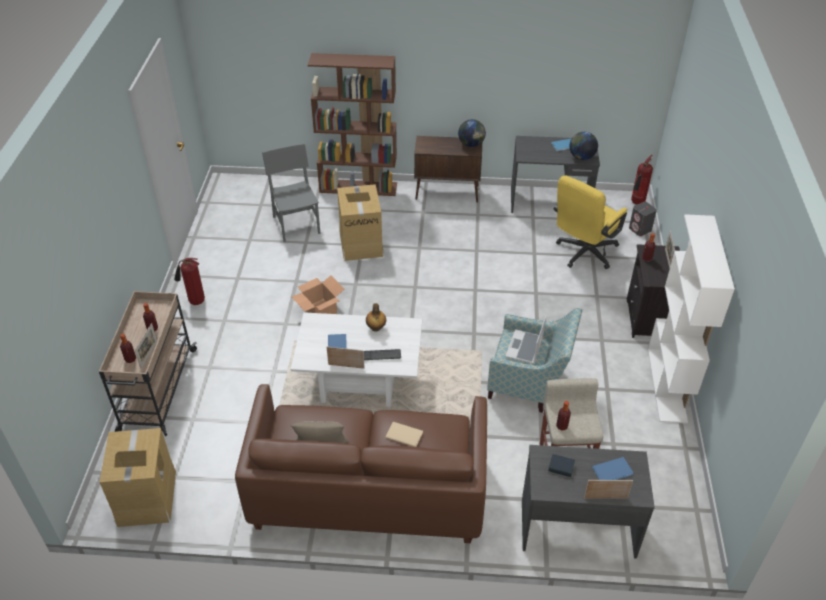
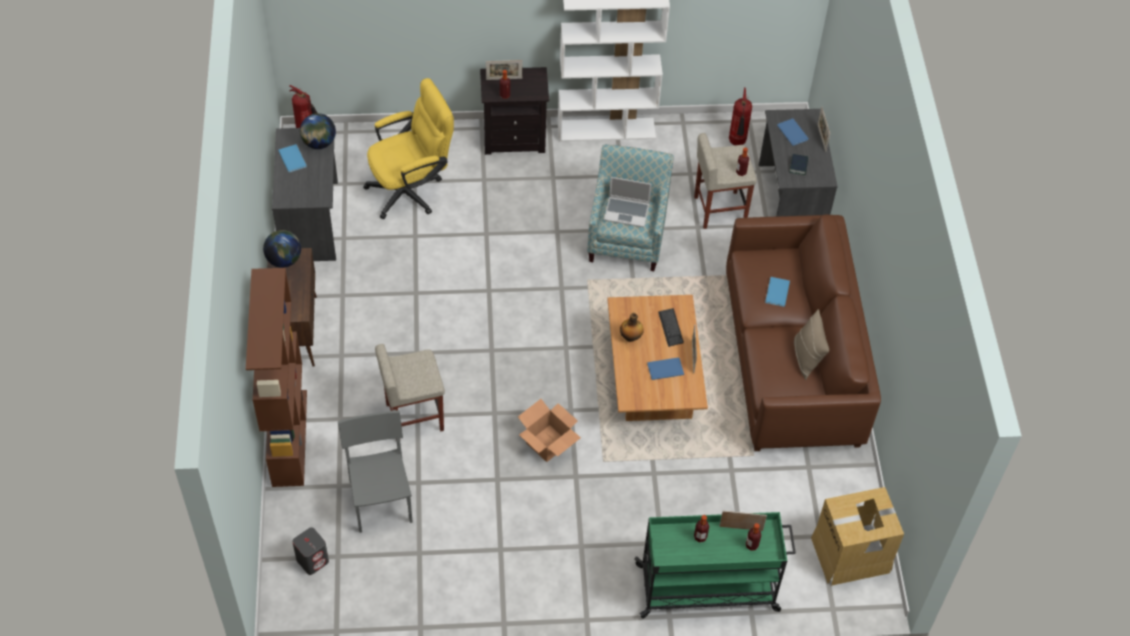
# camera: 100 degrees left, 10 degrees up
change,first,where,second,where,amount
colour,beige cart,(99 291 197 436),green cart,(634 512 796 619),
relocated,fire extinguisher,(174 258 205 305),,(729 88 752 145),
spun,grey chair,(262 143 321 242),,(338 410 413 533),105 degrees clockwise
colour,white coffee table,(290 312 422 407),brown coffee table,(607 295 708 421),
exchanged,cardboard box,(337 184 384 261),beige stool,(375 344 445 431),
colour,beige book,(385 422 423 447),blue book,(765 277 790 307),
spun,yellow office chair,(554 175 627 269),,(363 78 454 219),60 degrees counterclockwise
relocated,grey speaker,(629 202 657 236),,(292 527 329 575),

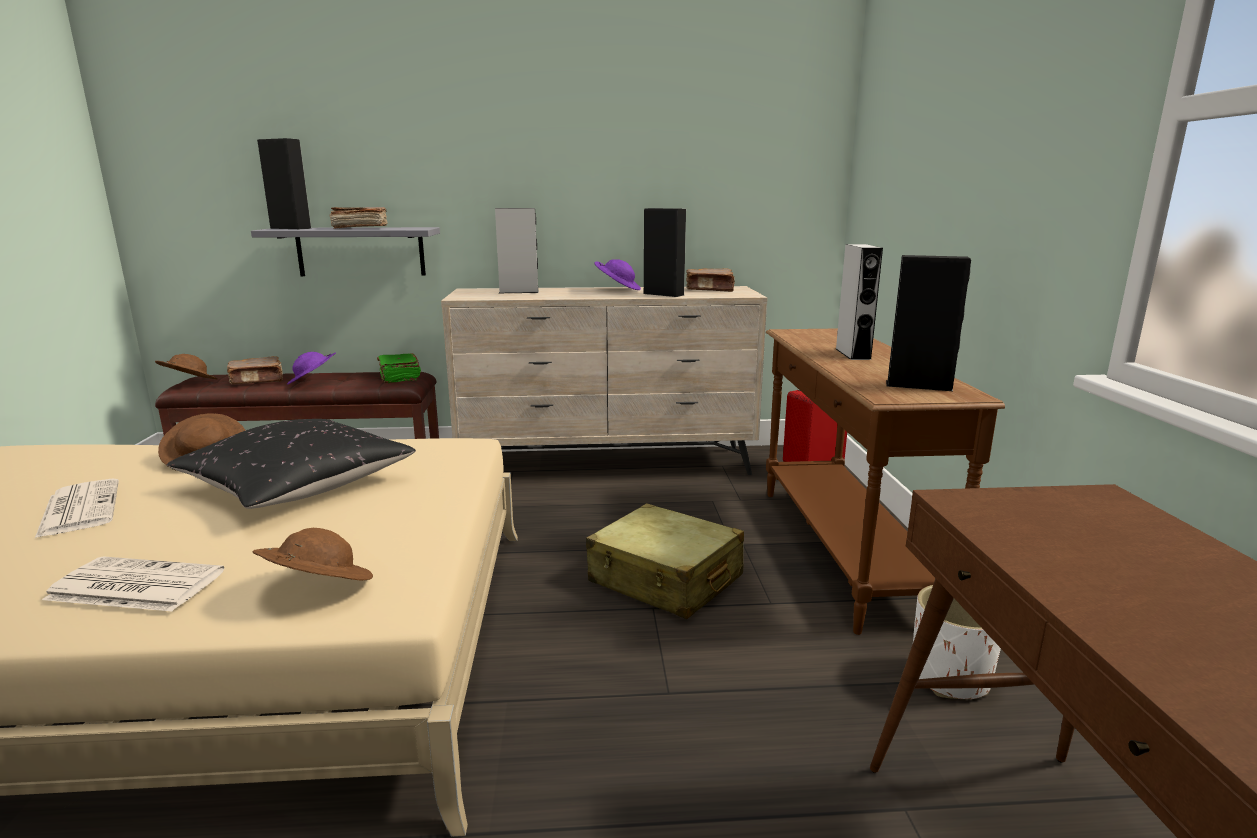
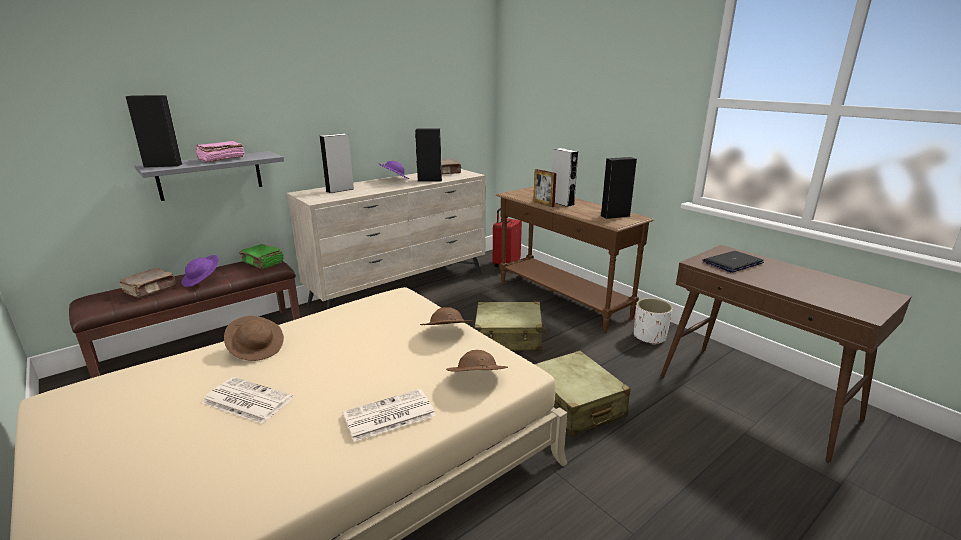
# camera: 35 degrees left, 5 degrees up
change,first,where,second,where,amount
relocated,brown hat,(155 354 217 379),,(420 307 473 325),
missing,black pillow,(167 419 416 509),,,
colour,brown book,(329 207 388 229),pink book,(195 141 244 163),
appeared,,,picture frame,(533 169 557 207),
appeared,,,beige suitcase,(534 351 631 437),
appeared,,,laptop,(702 251 764 272),

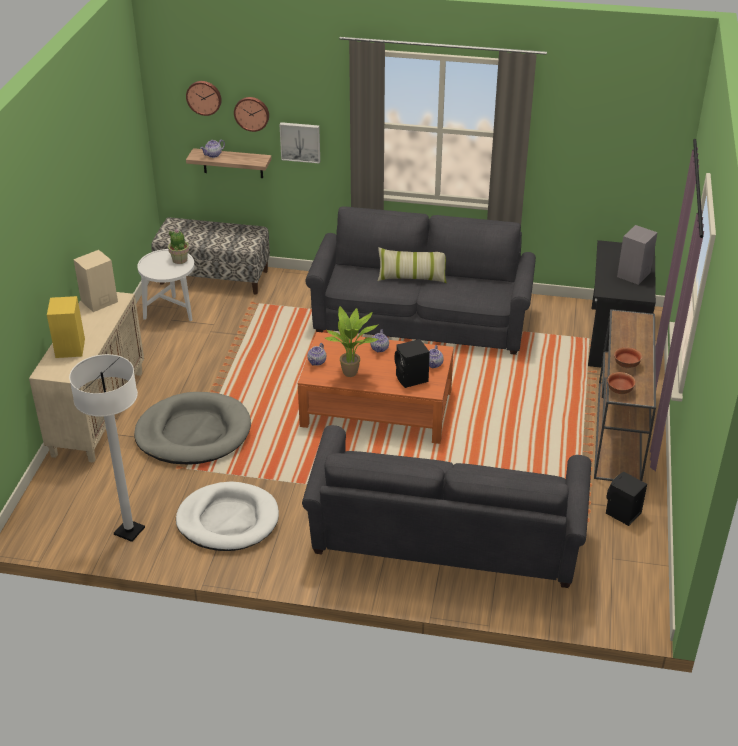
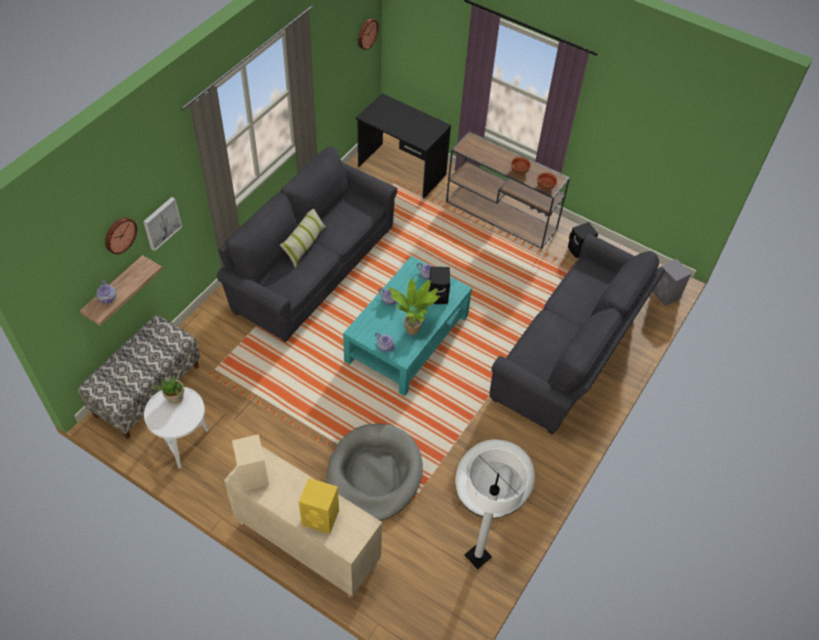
# camera: 70 degrees left, 15 degrees up
change,first,where,second,where,amount
relocated,wall clock,(186 81 222 116),,(358 19 379 50),
colour,orange coffee table,(298 332 454 444),turquoise coffee table,(343 256 472 396),
relocated,grey speaker,(617 225 658 285),,(652 259 691 306),

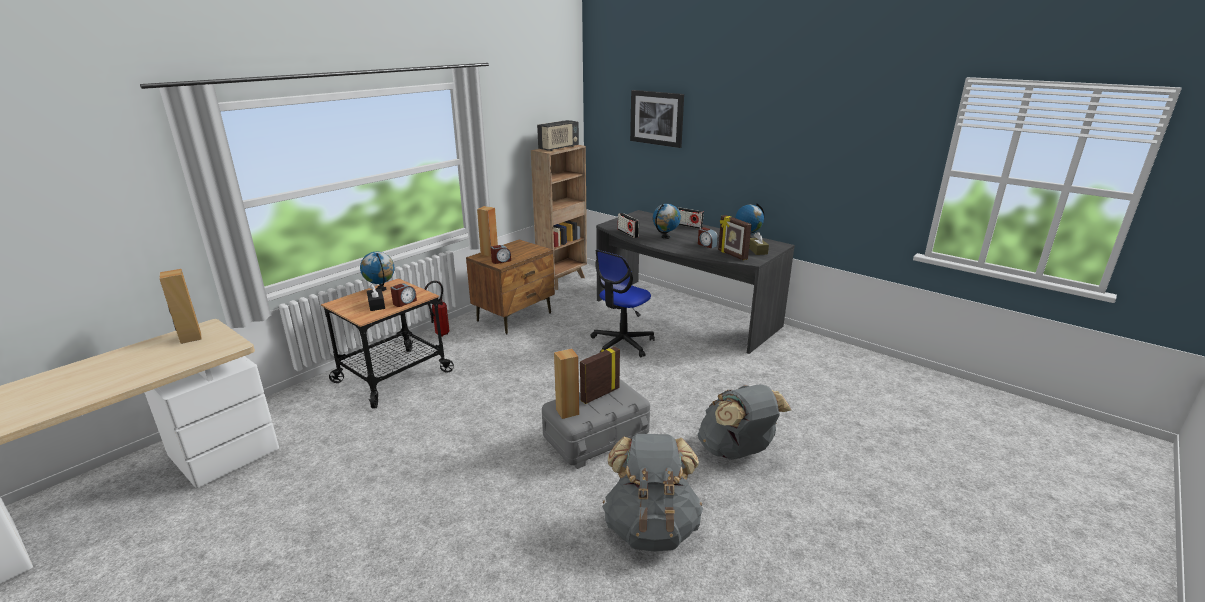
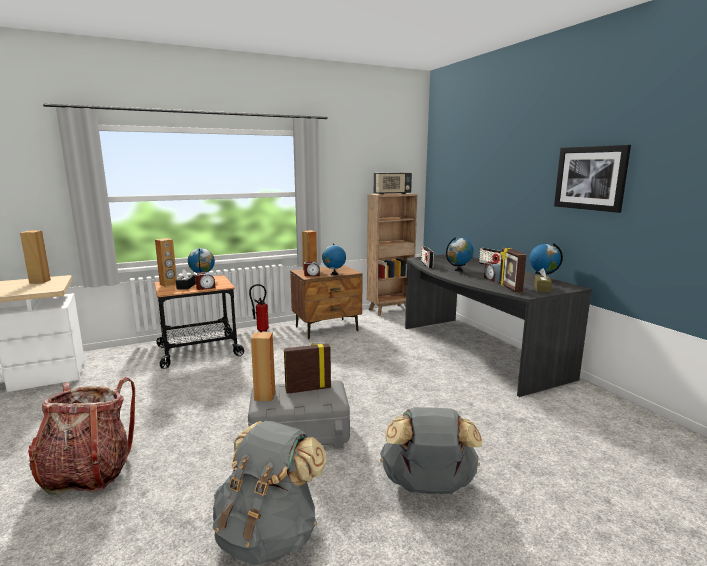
# camera: 25 degrees right, 10 degrees down
change,first,where,second,where,amount
missing,office chair,(590 250 655 357),,,
relocated,picture,(630 90 684 148),,(554 145 631 213),
appeared,,,backpack,(28 377 135 495),
appeared,,,brown speaker,(155 238 177 287),
appeared,,,globe,(322 243 346 275),

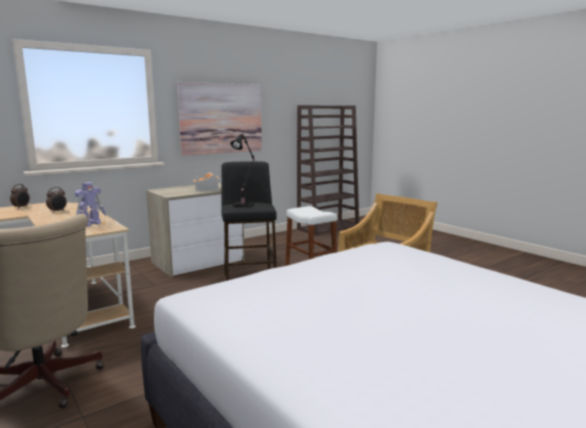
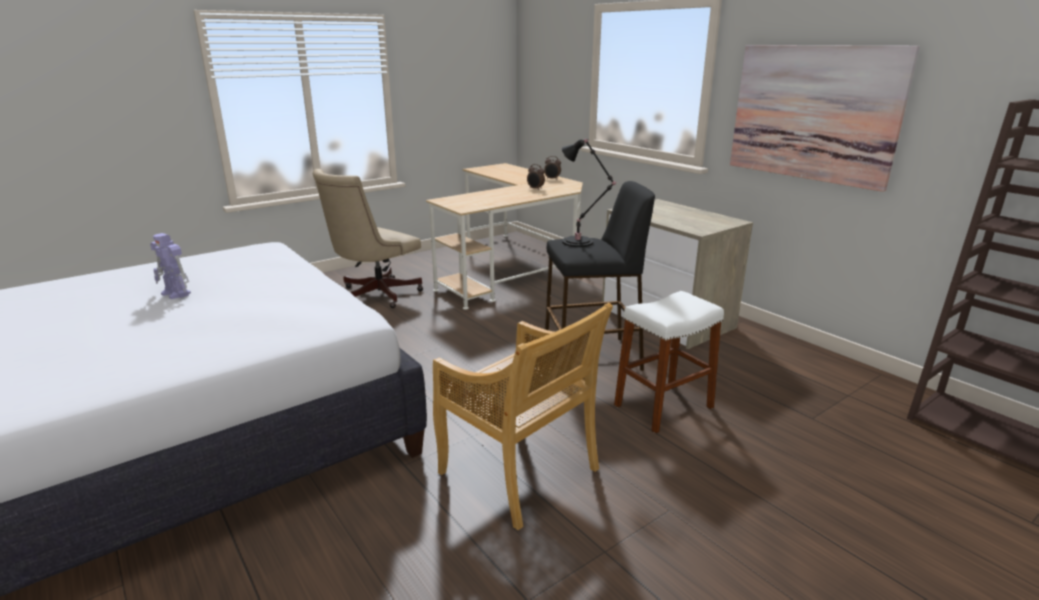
# camera: 90 degrees right, 10 degrees up
change,first,where,second,where,amount
relocated,toy robot,(75 182 106 226),,(150 233 191 299),
missing,toy house,(193 171 220 192),,,

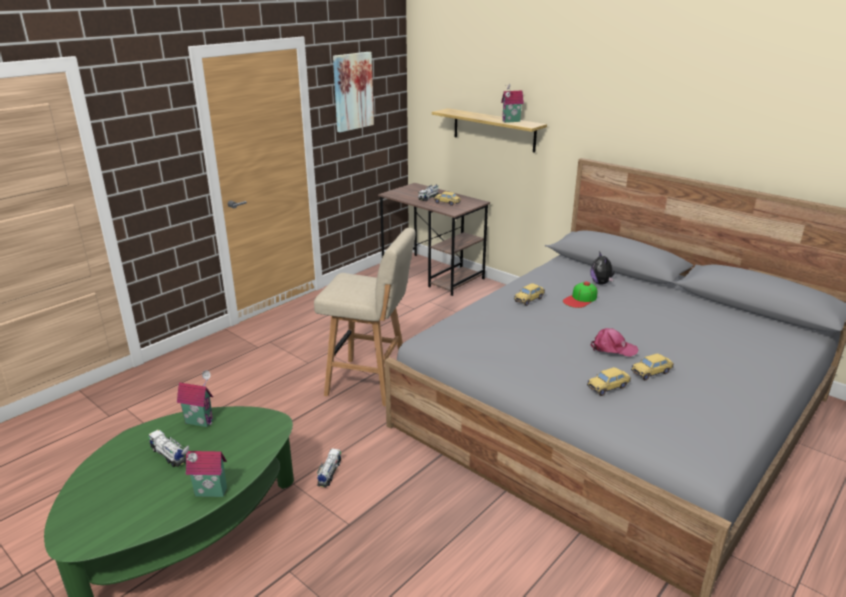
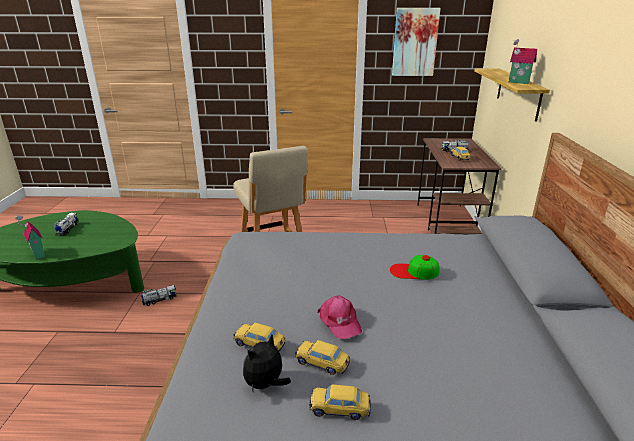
# camera: 50 degrees right, 0 degrees up
change,first,where,second,where,amount
missing,toy house,(177 370 213 427),,,
relocated,toy car,(514 283 545 306),,(309 384 371 420),
relocated,plush toy,(590 251 615 285),,(243 335 291 393),

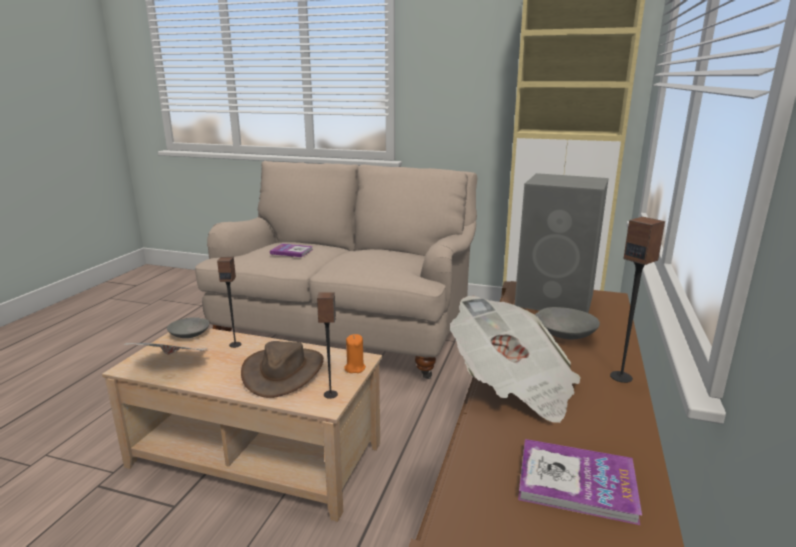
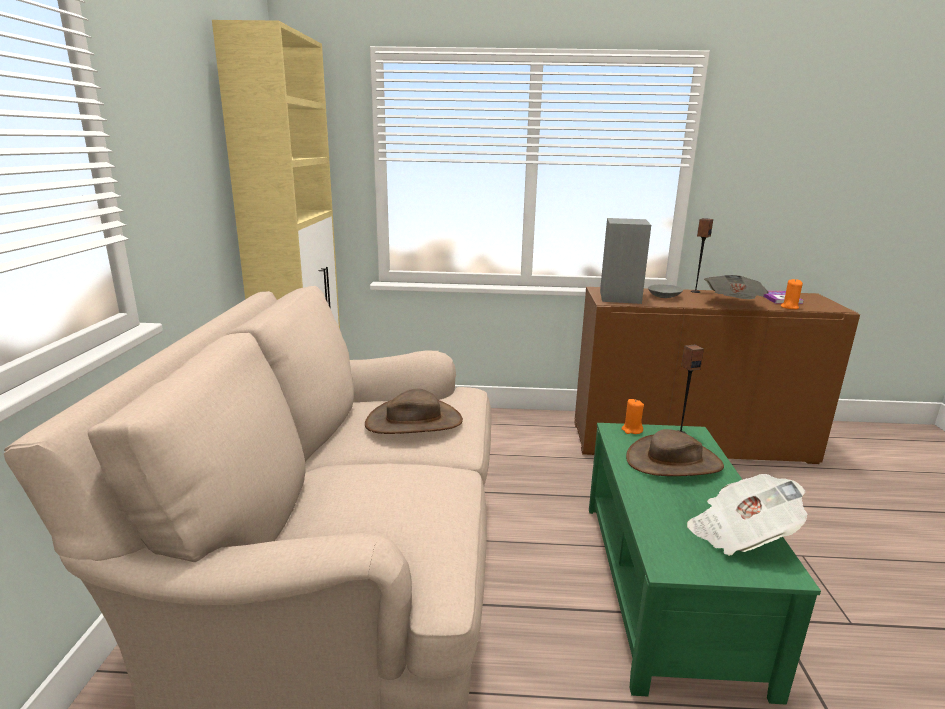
# camera: 105 degrees left, 0 degrees up
change,first,where,second,where,amount
colour,beige coffee table,(102 328 382 522),green coffee table,(589 423 821 704),
missing,grey bowl,(167 317 209 338),,,
missing,speaker,(217 257 241 348),,,
missing,book,(270 243 313 257),,,
appeared,,,brown hat,(365 388 463 434),
appeared,,,orange candle,(781 279 803 309),

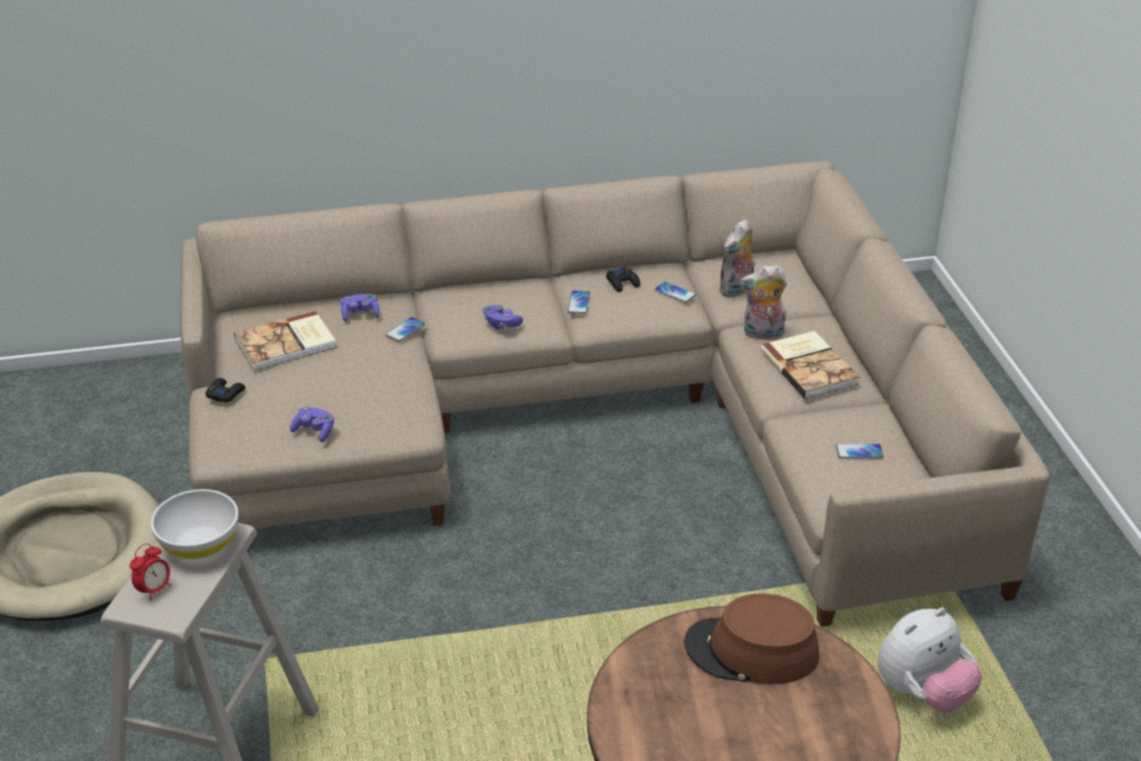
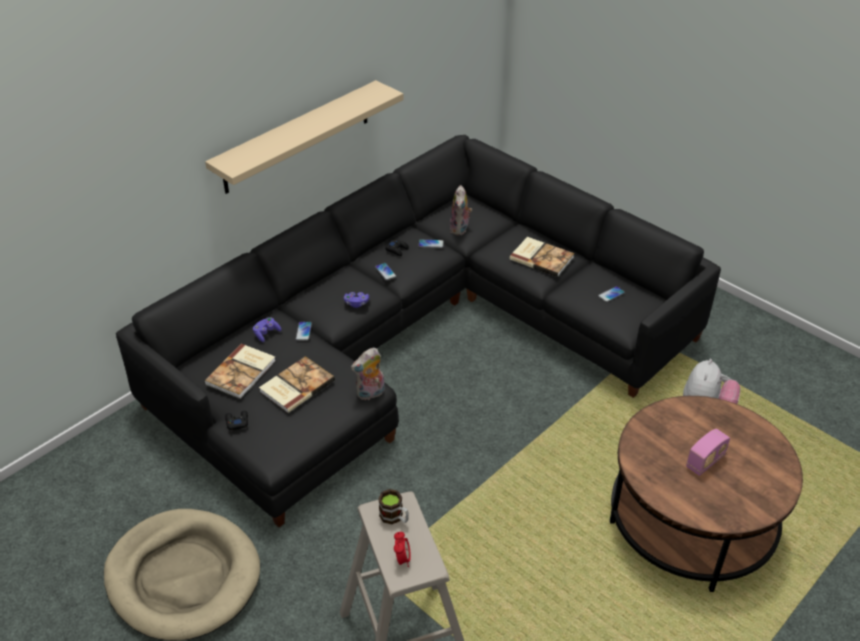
# camera: 35 degrees left, 5 degrees up
change,first,where,second,where,amount
exchanged,white bowl,(151 489 239 560),mug,(378 489 409 524),
colour,beige sofa,(180 161 1050 627),black sofa,(116 135 721 527),
missing,purple game controller,(290 407 334 442),,,
missing,brown hat,(684 593 819 684),,,
relocated,plush toy,(740 265 787 340),,(351 348 385 400),
appeared,,,beige shelf,(205 80 404 194),
appeared,,,book,(259 356 335 413),
appeared,,,radio,(686 428 730 476),

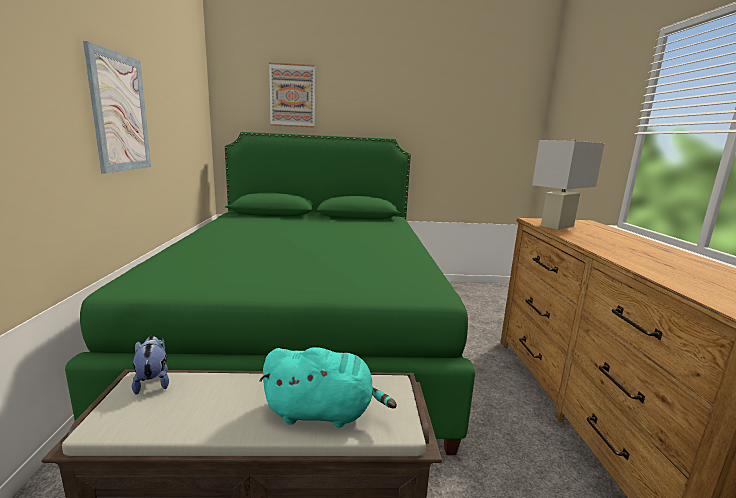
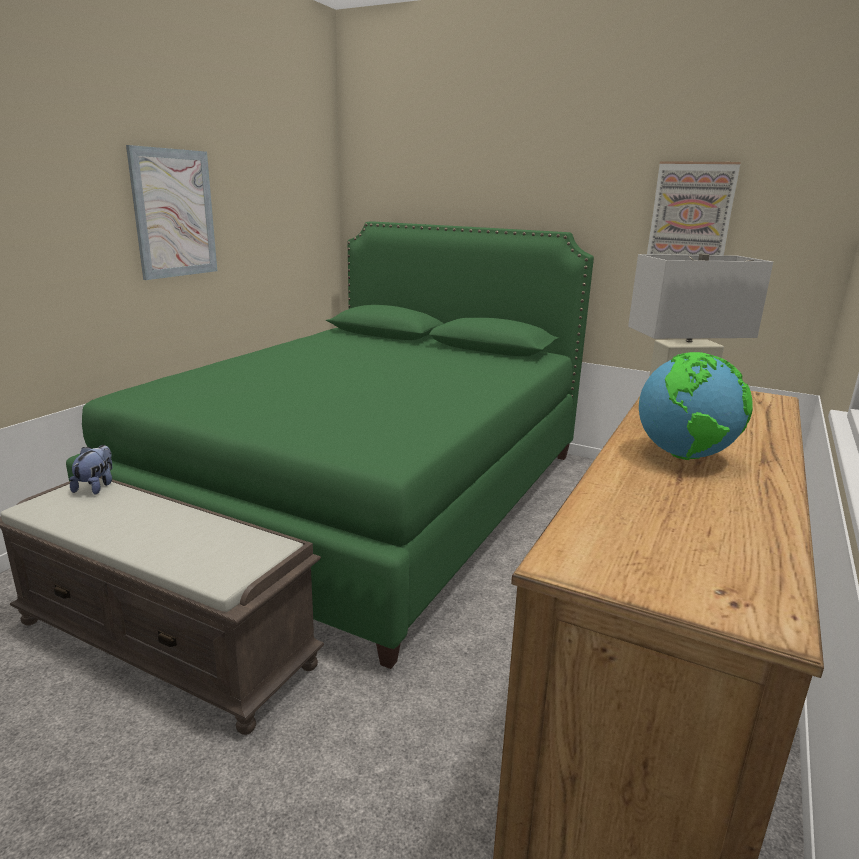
# camera: 30 degrees right, 5 degrees up
change,first,where,second,where,amount
missing,turquoise plush toy,(259 347 397 428),,,
relocated,picture,(269 62 315 128),,(647 161 741 255),
appeared,,,globe,(639 352 753 460),

